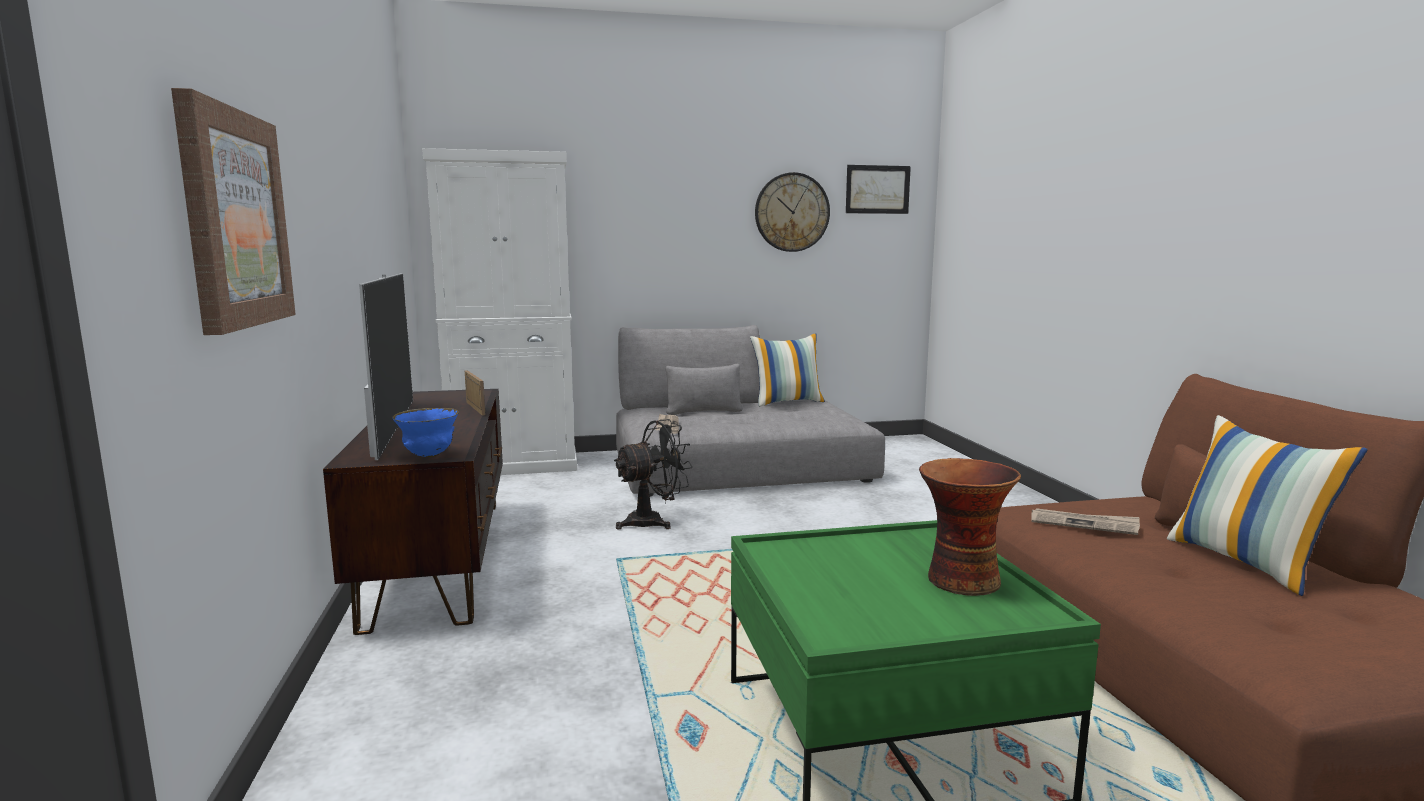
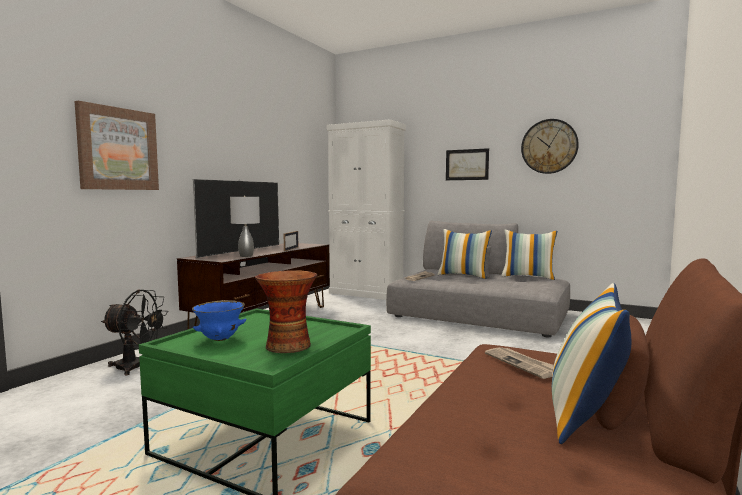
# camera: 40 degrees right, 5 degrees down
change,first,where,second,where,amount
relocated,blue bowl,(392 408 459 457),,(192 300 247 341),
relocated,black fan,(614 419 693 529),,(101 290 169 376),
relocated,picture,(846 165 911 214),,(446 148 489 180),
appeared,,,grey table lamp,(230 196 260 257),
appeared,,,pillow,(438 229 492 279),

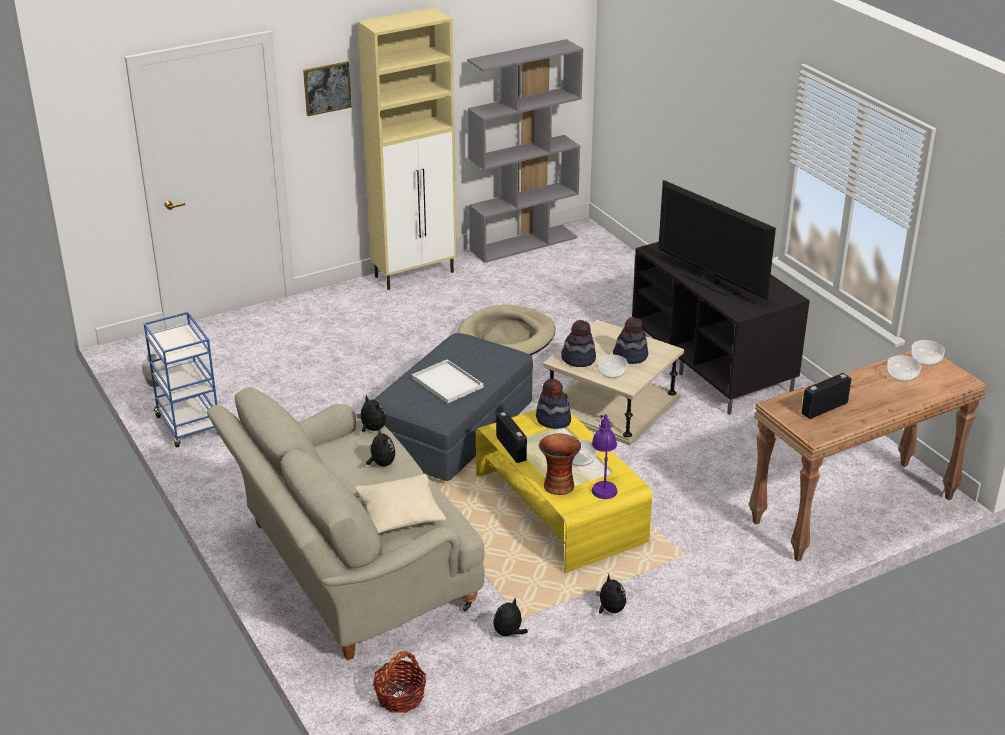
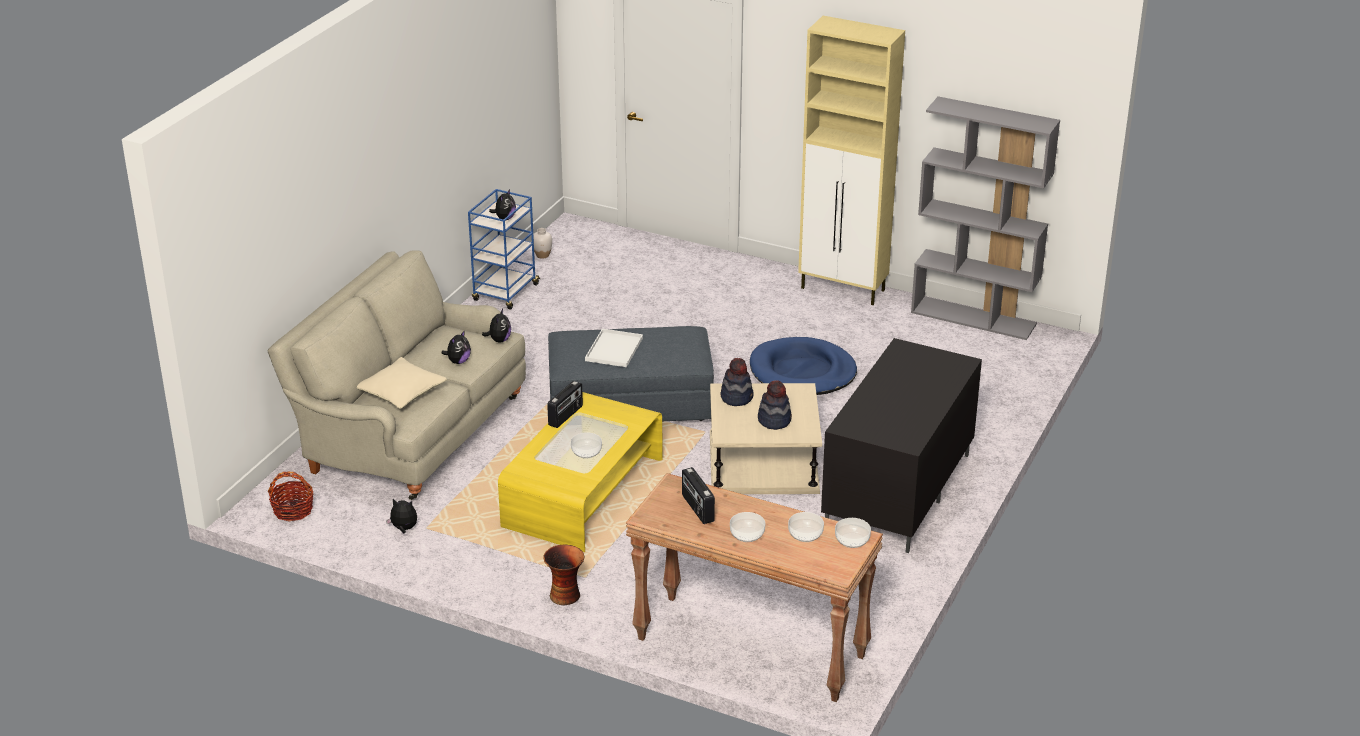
# camera: 55 degrees right, 0 degrees up
change,first,where,second,where,amount
missing,picture,(303 61 352 116),,,
colour,beige dog bed,(457 305 555 355),blue dog bed,(750 337 857 395),
missing,hat,(536 378 571 429),,,
relocated,vase,(539 433 581 495),,(543 545 584 605),
missing,purple table lamp,(592 414 618 499),,,
relocated,plush toy,(596 574 626 614),,(489 189 516 220),
relocated,bowl,(598 354 628 378),,(730 512 765 542),
missing,television,(658 180 776 300),,,
spun,radio,(802 373 851 419),,(682 467 715 524),135 degrees counterclockwise

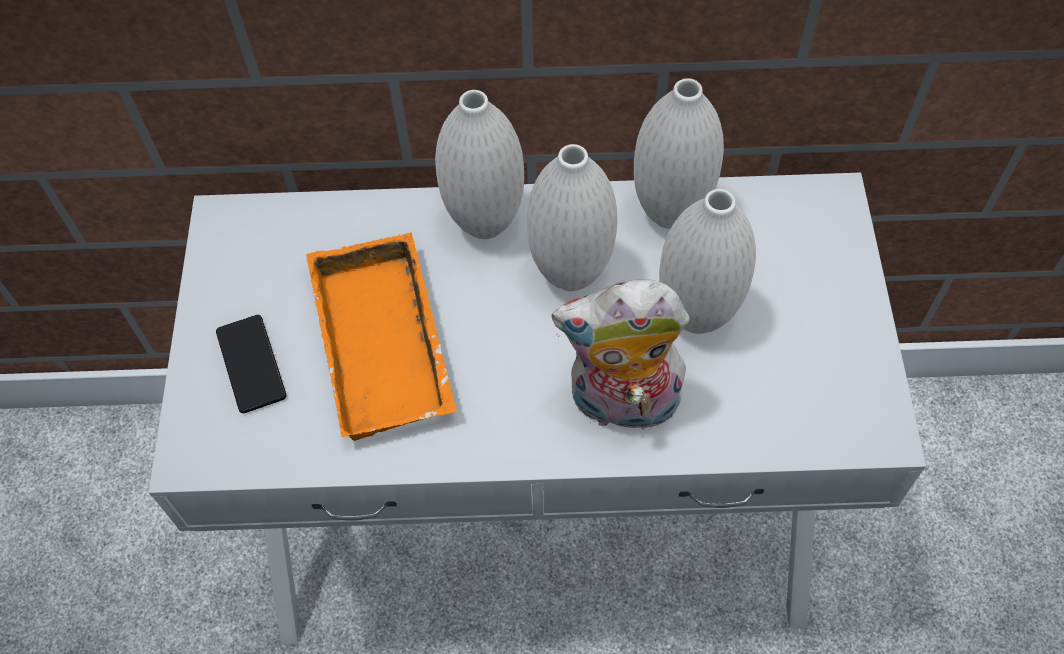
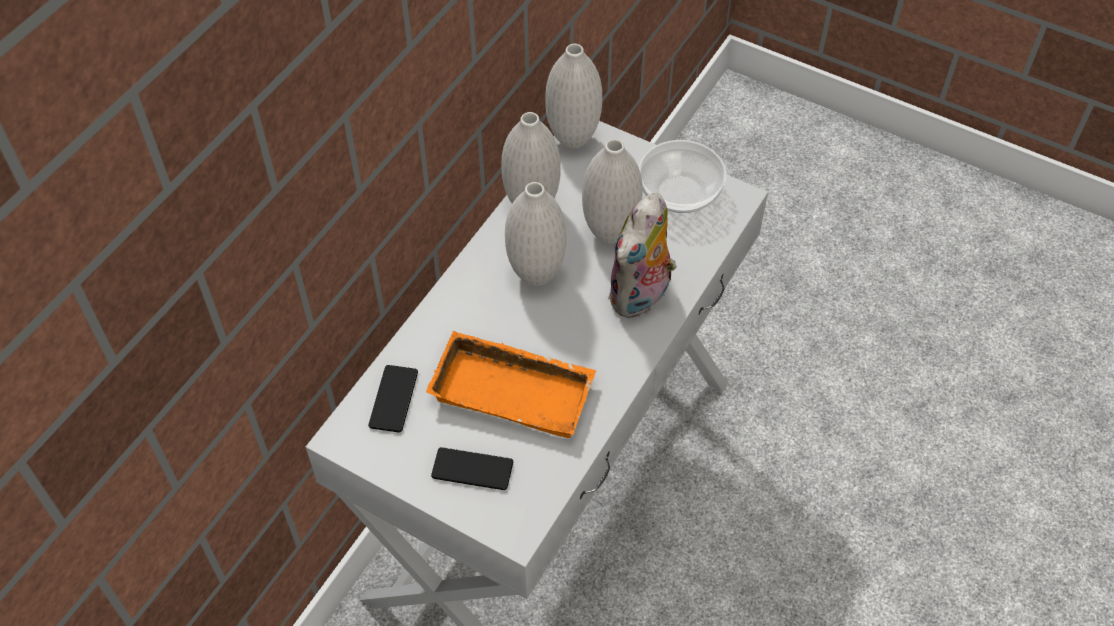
# camera: 60 degrees left, 5 degrees down
change,first,where,second,where,amount
relocated,white vase,(435 90 524 239),,(545 44 602 149),
appeared,,,phone,(368 365 418 432),
appeared,,,bowl,(638 140 727 213),

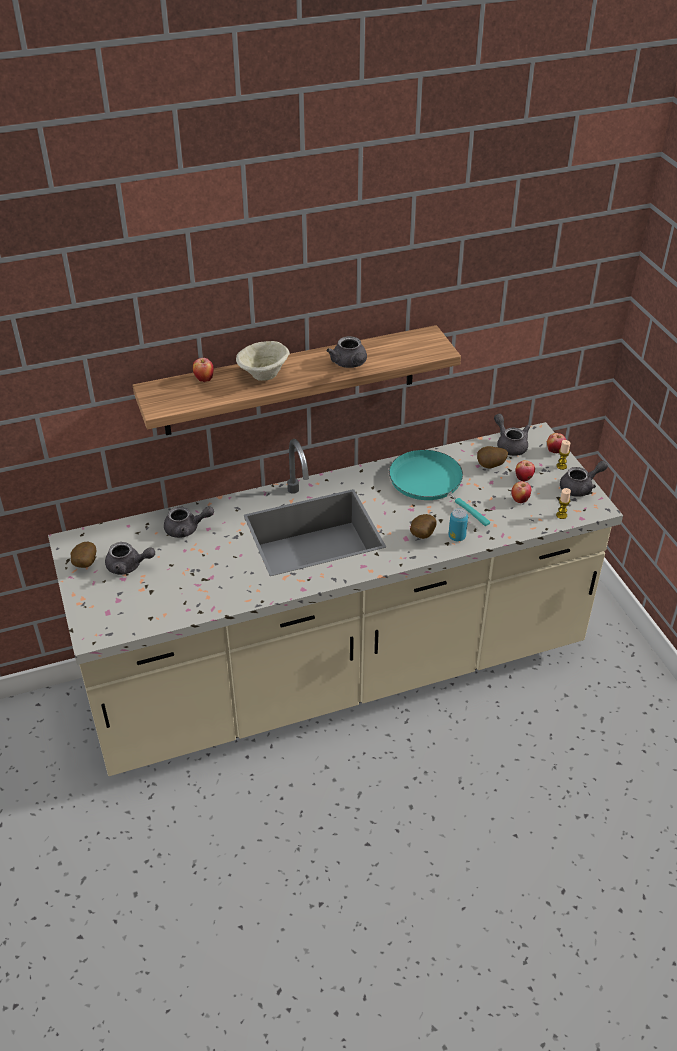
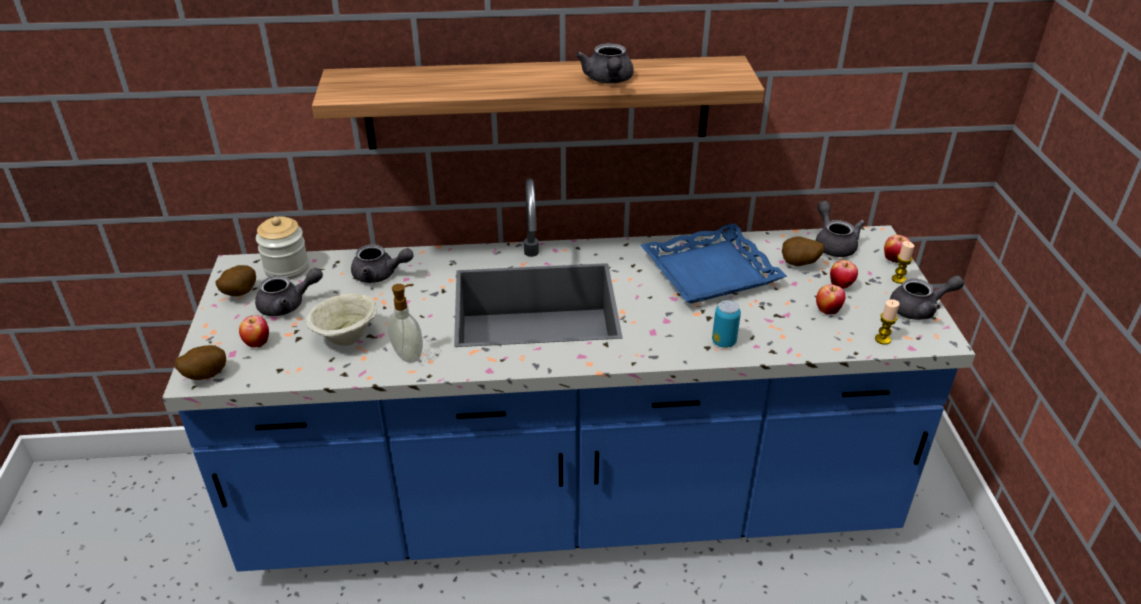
# camera: 15 degrees right, 5 degrees down
change,first,where,second,where,amount
colour,beige counter,(48 422 623 776),blue counter,(162 178 976 572),
spun,grey teapot,(105 542 155 575),,(255 268 323 316),45 degrees counterclockwise
relocated,apple,(193 358 214 382),,(239 316 269 348),
relocated,beige bowl,(236 341 290 381),,(306 293 377 346),
exchanged,turquoise frying pan,(389 450 490 526),blue tray,(641 223 787 304),
relocated,potato,(410 514 437 539),,(175 345 226 380),
appeared,,,jar,(256 216 309 280),
appeared,,,soap dispenser,(387 284 423 363),

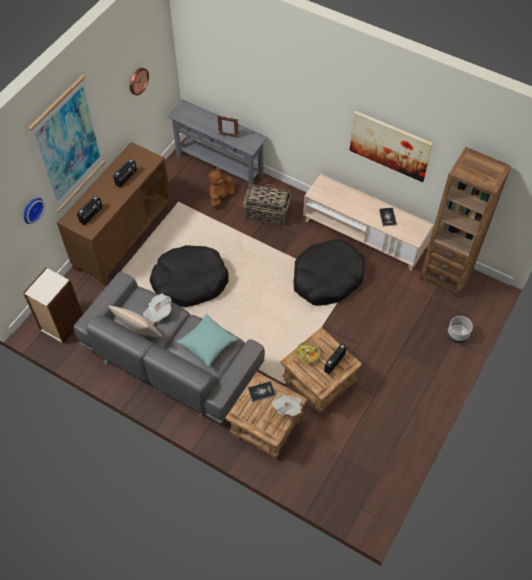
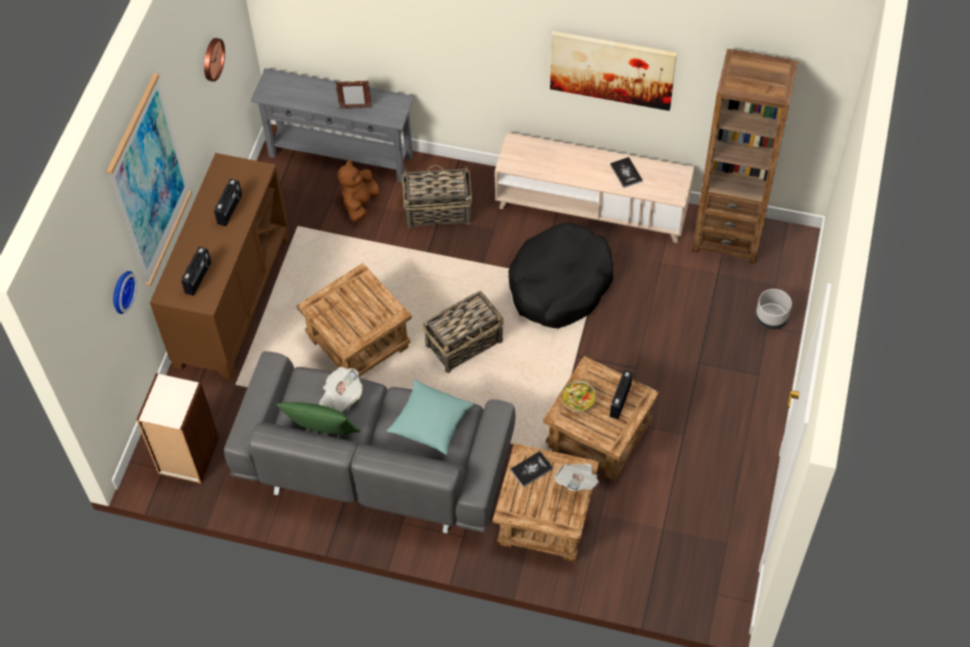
# camera: 15 degrees left, 0 degrees up
change,first,where,second,where,amount
colour,beige pillow,(108 306 163 338),green pillow,(276 402 360 434),
exchanged,black dog bed,(150 245 229 307),brown side table,(297 263 412 377),
appeared,,,basket,(423 291 504 373),

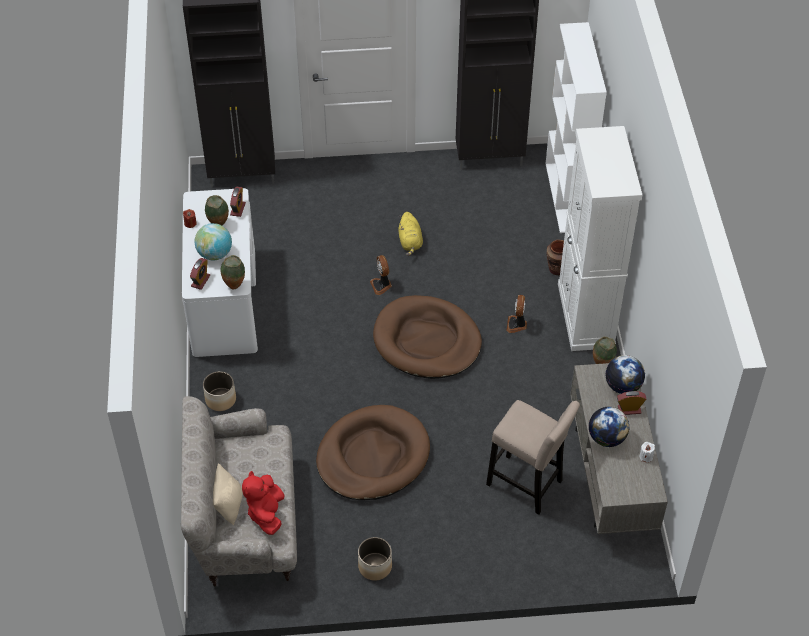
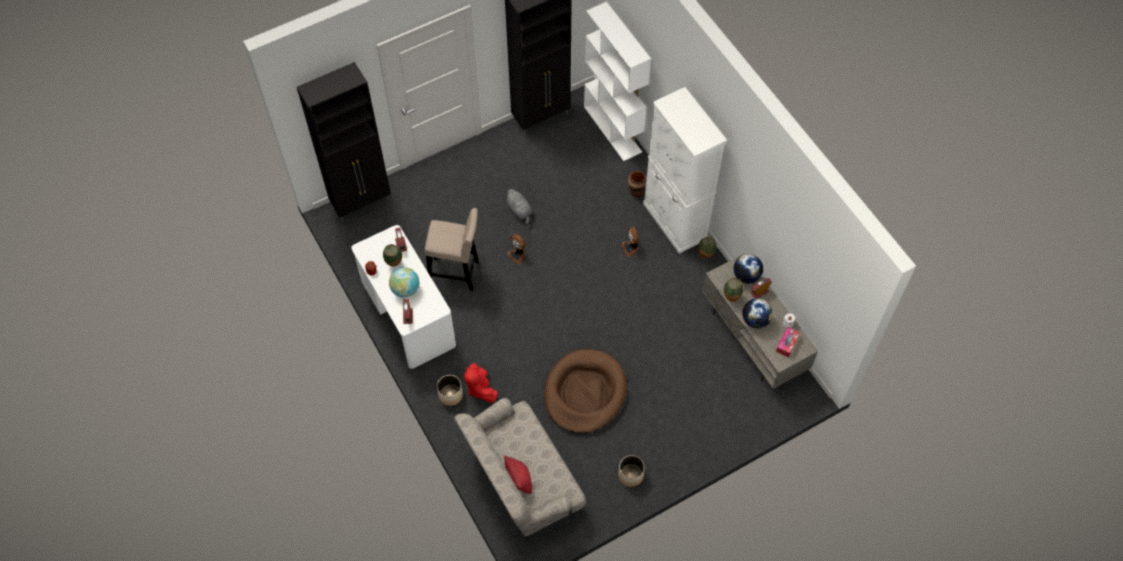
# camera: 25 degrees left, 10 degrees up
change,first,where,second,where,amount
colour,beige pillow,(213 463 243 525),red pillow,(504 456 532 494),
relocated,vase,(221 255 245 289),,(724 278 743 302),
relocated,red plush toy,(242 471 285 535),,(464 363 498 403),
missing,brown dog bed,(373 295 482 379),,,
colour,yellow plush toy,(399 212 423 256),grey plush toy,(506 189 532 224),
relocated,beige stool,(486 400 580 515),,(425 208 479 291),
appeared,,,tissue box,(776 327 800 357),

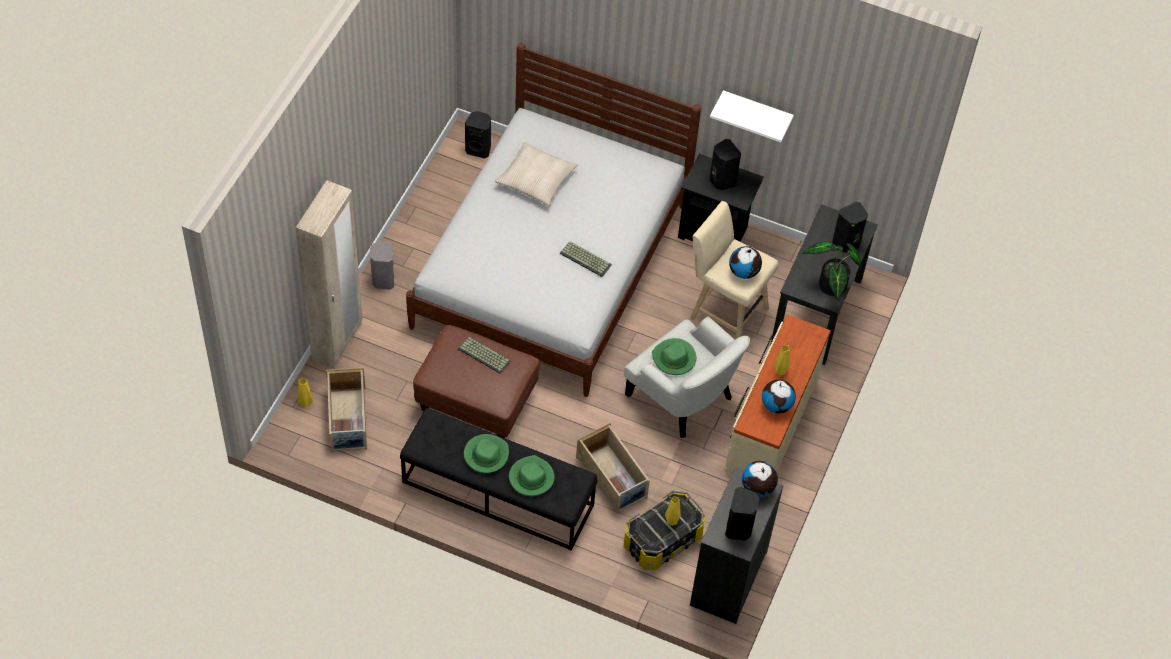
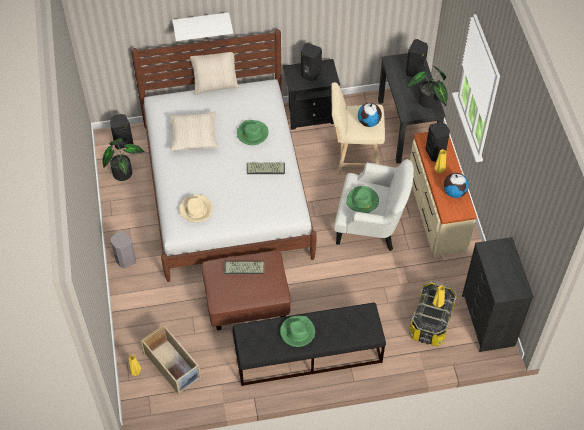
# camera: 30 degrees left, 0 degrees up
change,first,where,second,where,amount
missing,beige wardrobe,(296 180 363 368),,,
relocated,green hat,(509 455 554 496),,(237 120 269 145),
missing,beige storage box,(576 423 650 513),,,
relocated,white shelf,(710 90 794 142),,(173 12 233 41),
relocated,black speaker,(725 487 759 541),,(425 122 450 162),
missing,globe,(742 461 778 497),,,
appeared,,,potted plant,(103 138 144 181),
appeared,,,beige hat,(179 195 213 222),
appeared,,,beige pillow,(190 52 239 95),

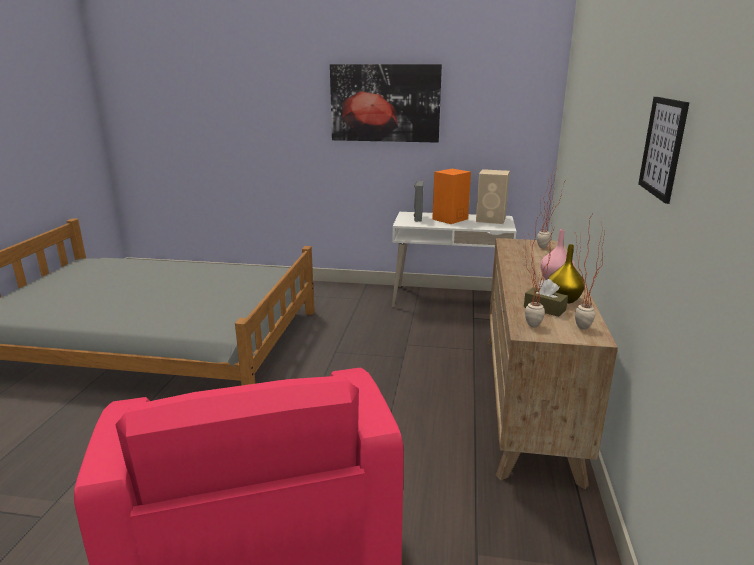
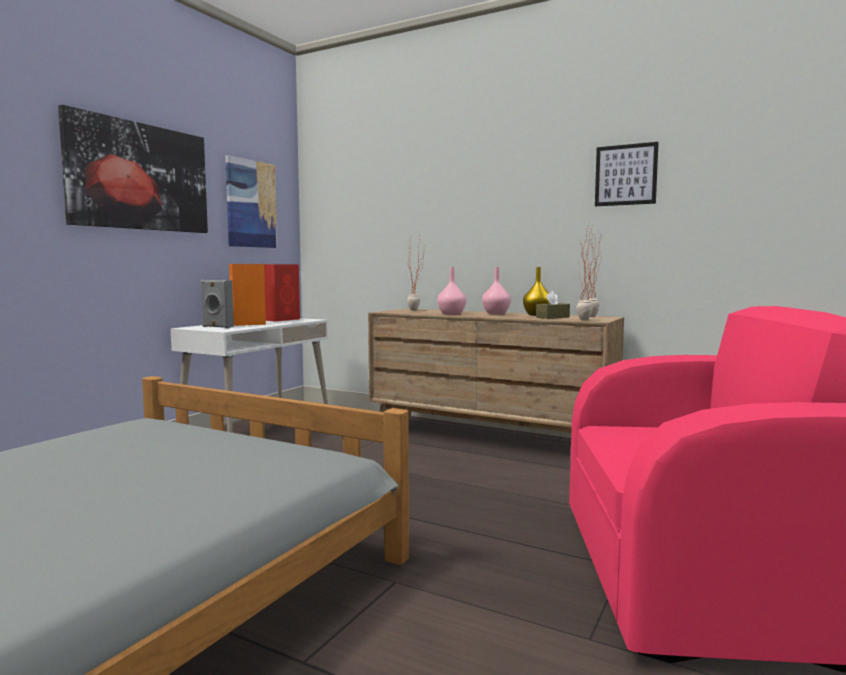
# camera: 70 degrees left, 15 degrees down
change,first,where,second,where,amount
colour,beige speaker,(476 169 510 224),red speaker,(264 264 300 322),
appeared,,,picture,(225 155 277 248),
appeared,,,pink vase,(437 267 466 315),

